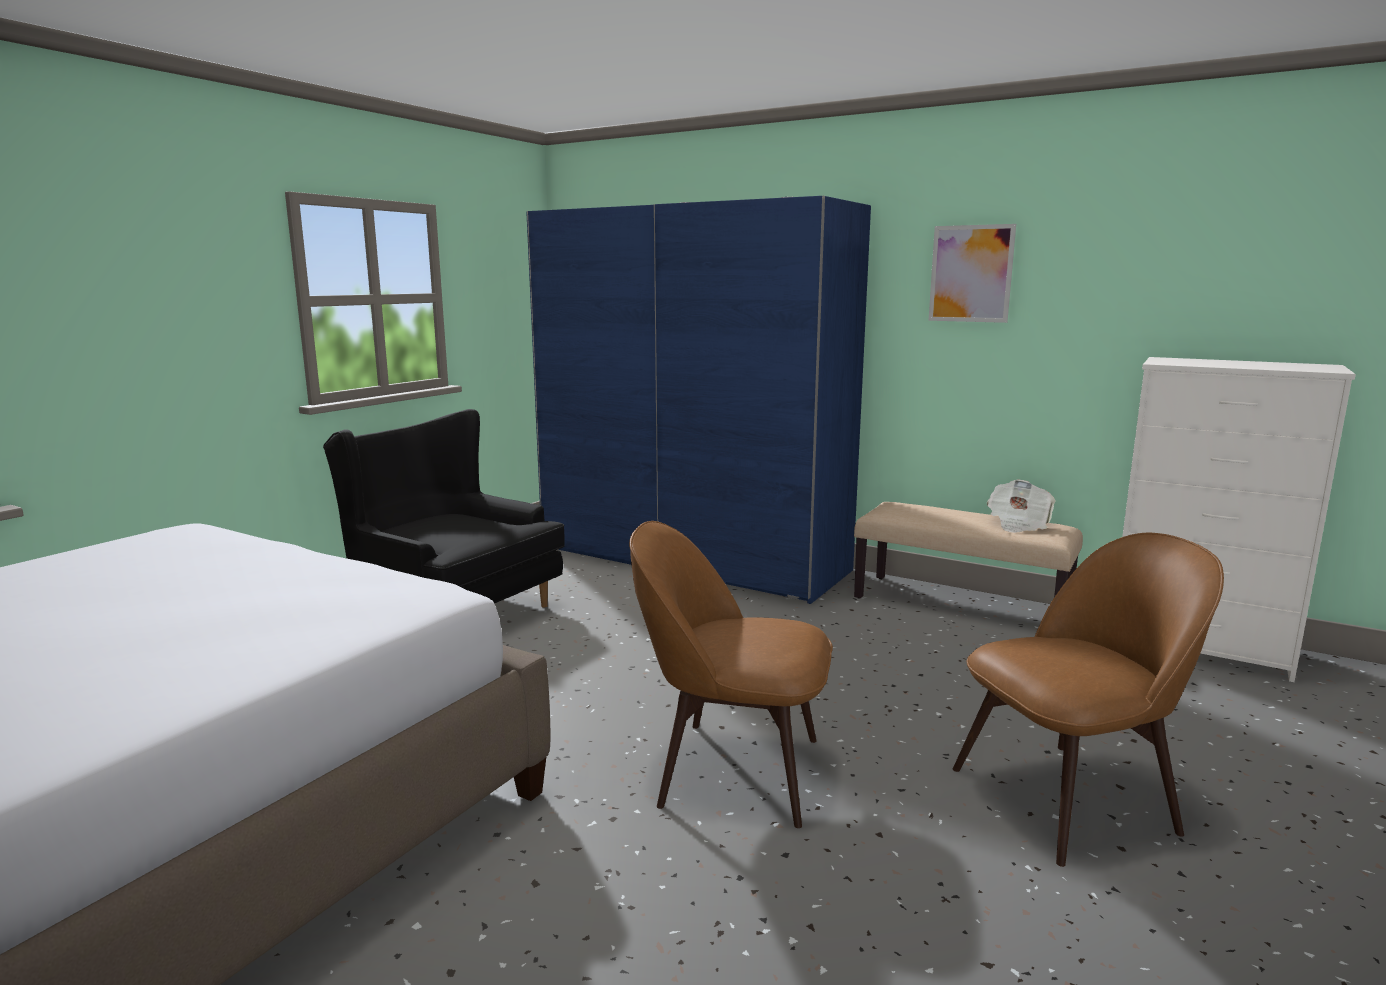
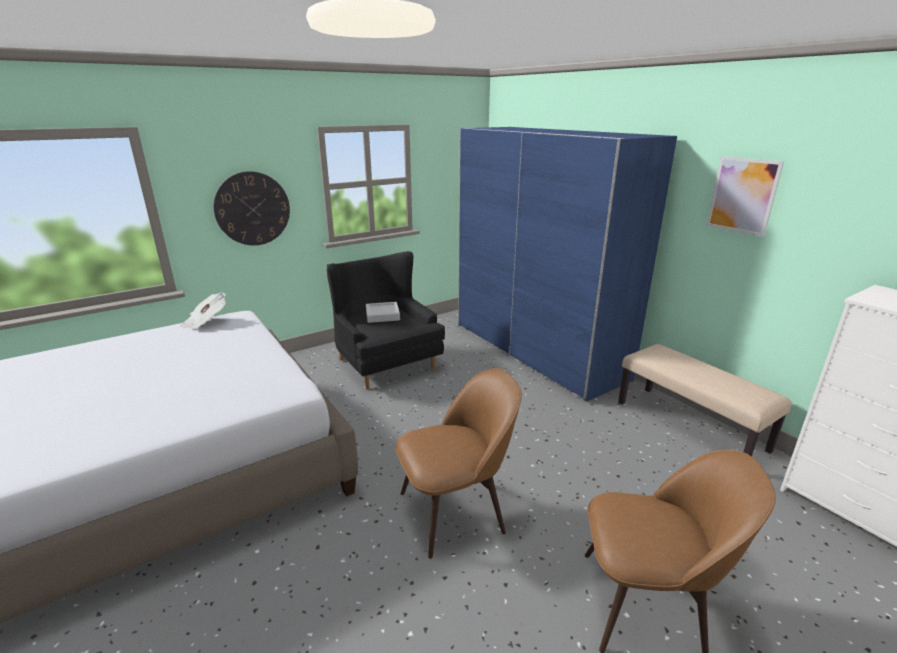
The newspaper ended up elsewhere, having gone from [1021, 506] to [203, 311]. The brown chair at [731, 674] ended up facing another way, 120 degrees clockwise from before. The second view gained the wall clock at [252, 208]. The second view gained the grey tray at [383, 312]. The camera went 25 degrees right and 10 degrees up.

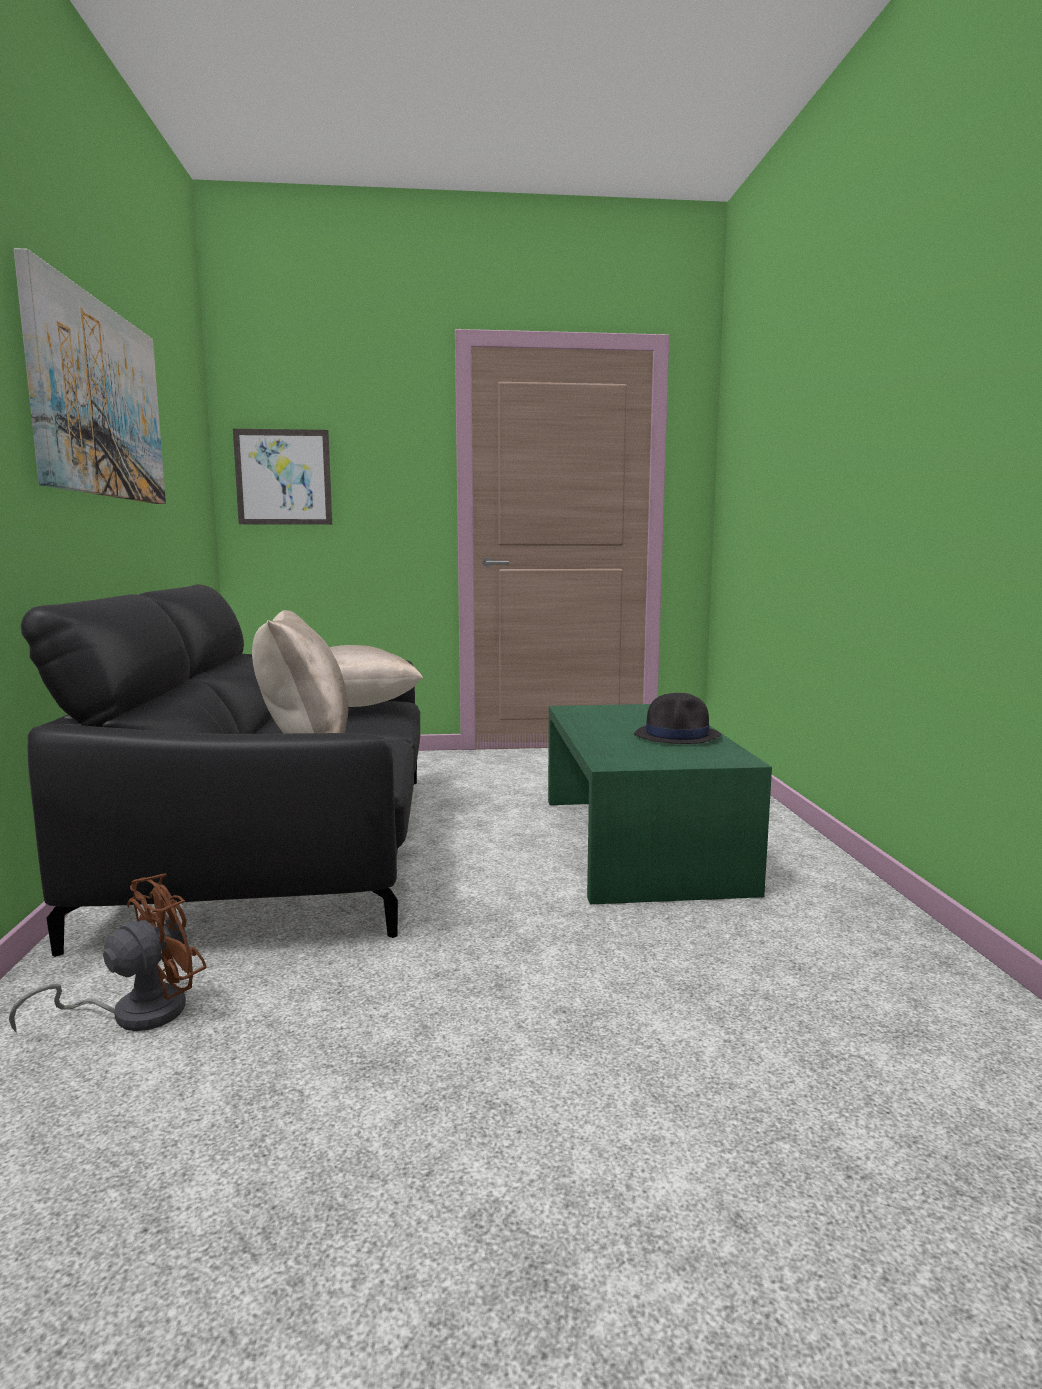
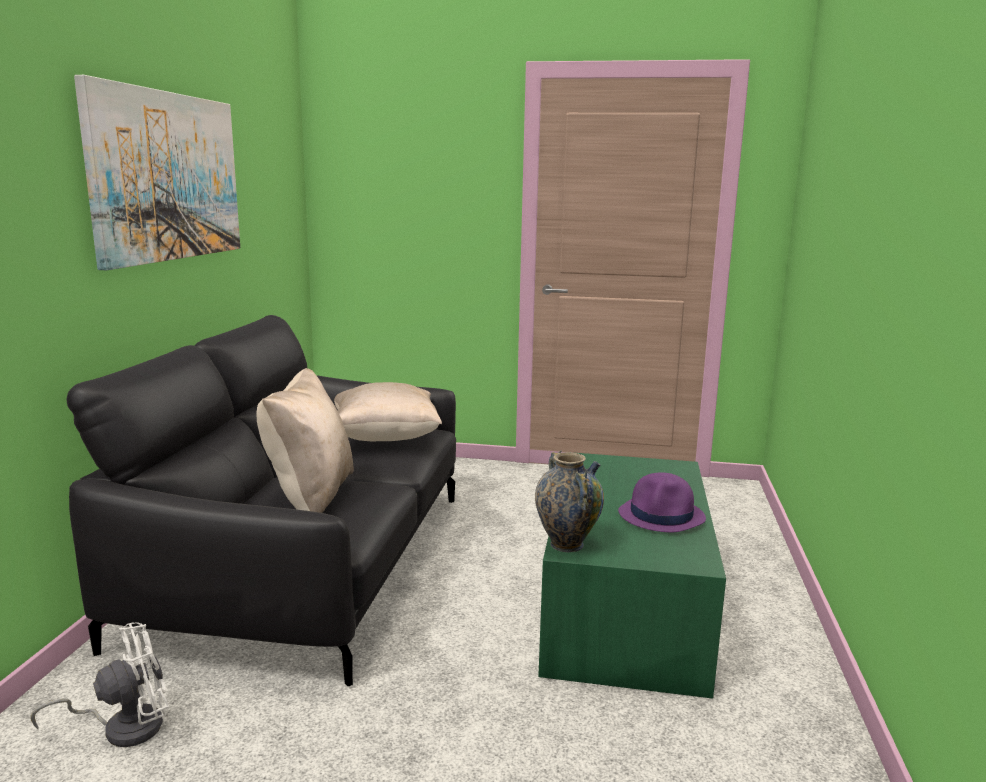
The second view lost the picture at [282, 477]. What was the black hat at [678, 718] turned into the purple hat at [662, 502]. What was the brown fan at [108, 953] turned into the white fan at [100, 684]. The second view gained the vase at [569, 501]. The camera went 15 degrees right and 5 degrees up.

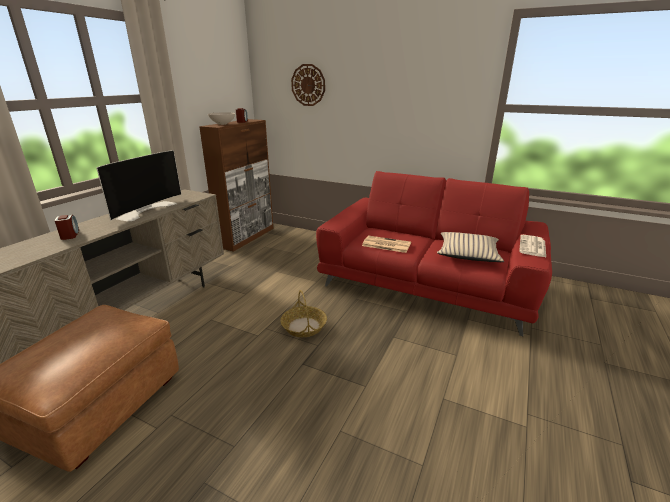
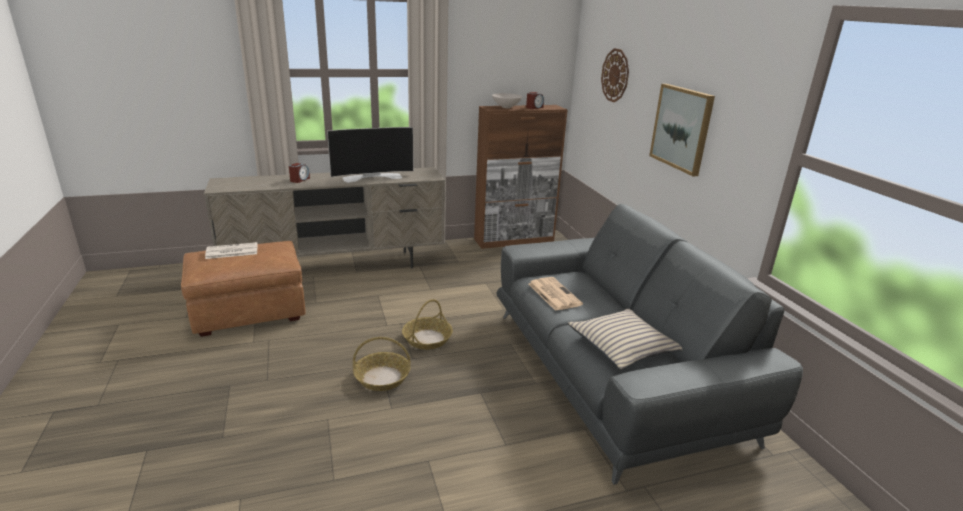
What was the red sofa at [434, 253] turned into the grey sofa at [649, 344]. The newspaper ended up elsewhere, having gone from [532, 246] to [231, 250]. The second view gained the picture at [682, 130]. The second view gained the basket at [381, 364]. The camera went 45 degrees right and 0 degrees up.

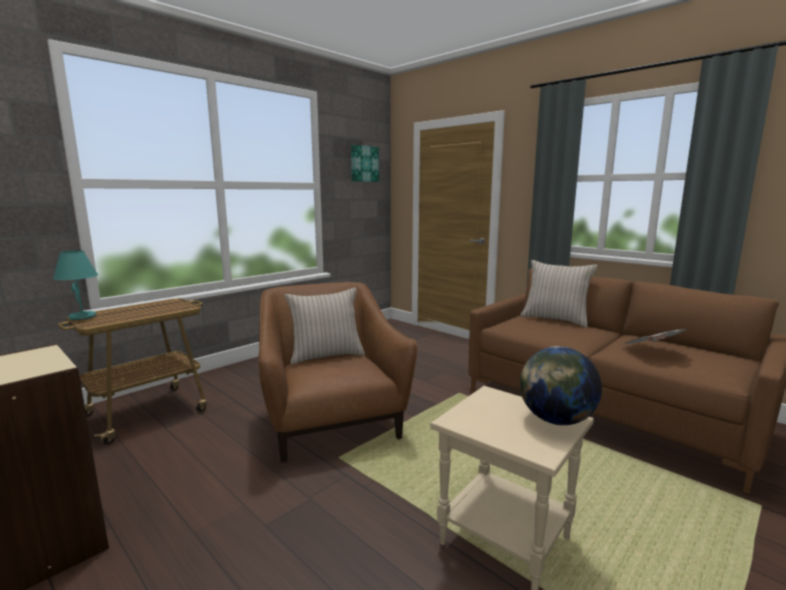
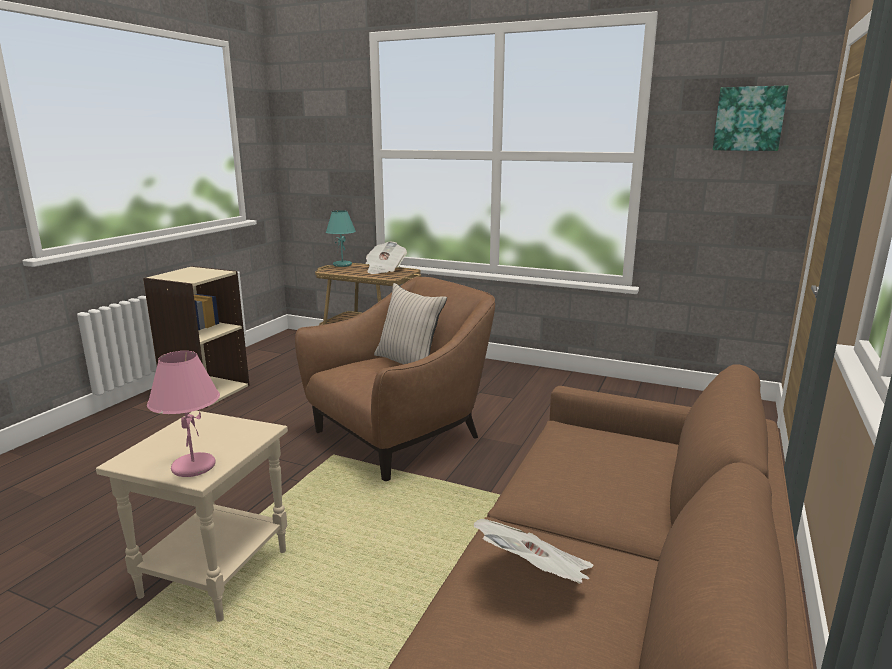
The second view lost the beige pillow at [559, 294]. Where the globe stood at [561, 385], the pink table lamp came to stand at [183, 414]. The second view gained the newspaper at [386, 257]. The camera went 70 degrees right and 5 degrees up.

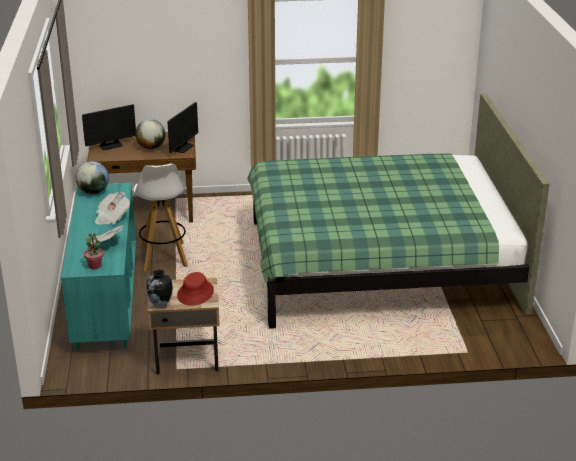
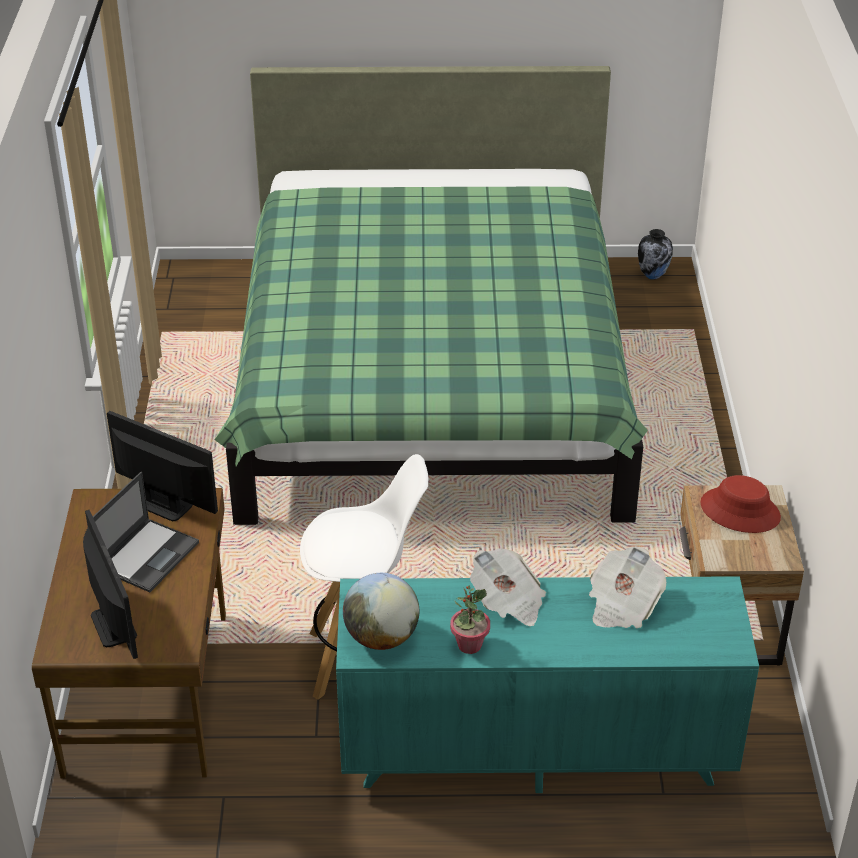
Where the globe stood at [150, 134], the laptop came to stand at [146, 532]. The potted plant ended up elsewhere, having gone from [94, 251] to [470, 619]. The vase ended up elsewhere, having gone from [159, 289] to [655, 254]. The camera went 85 degrees left and 10 degrees up.

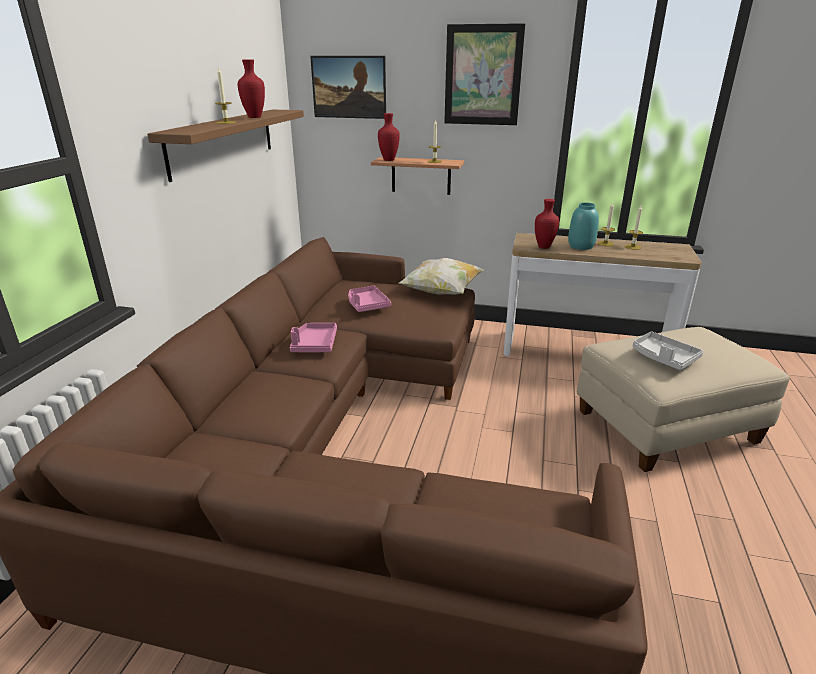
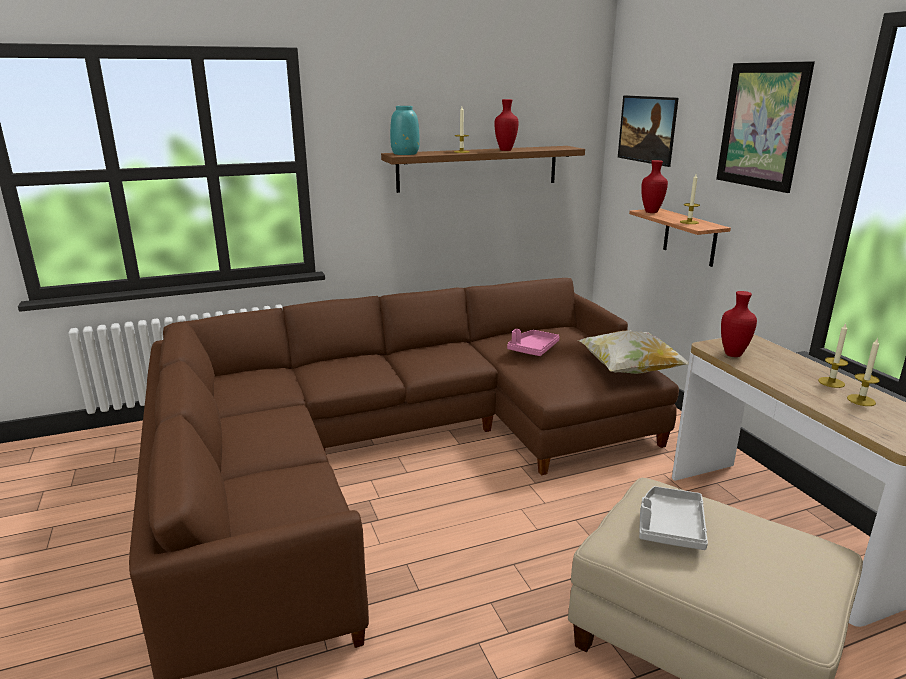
The turquoise vase ended up elsewhere, having gone from [583, 226] to [405, 130]. The second view lost the pink tray at [313, 338]. The camera went 55 degrees right and 5 degrees down.

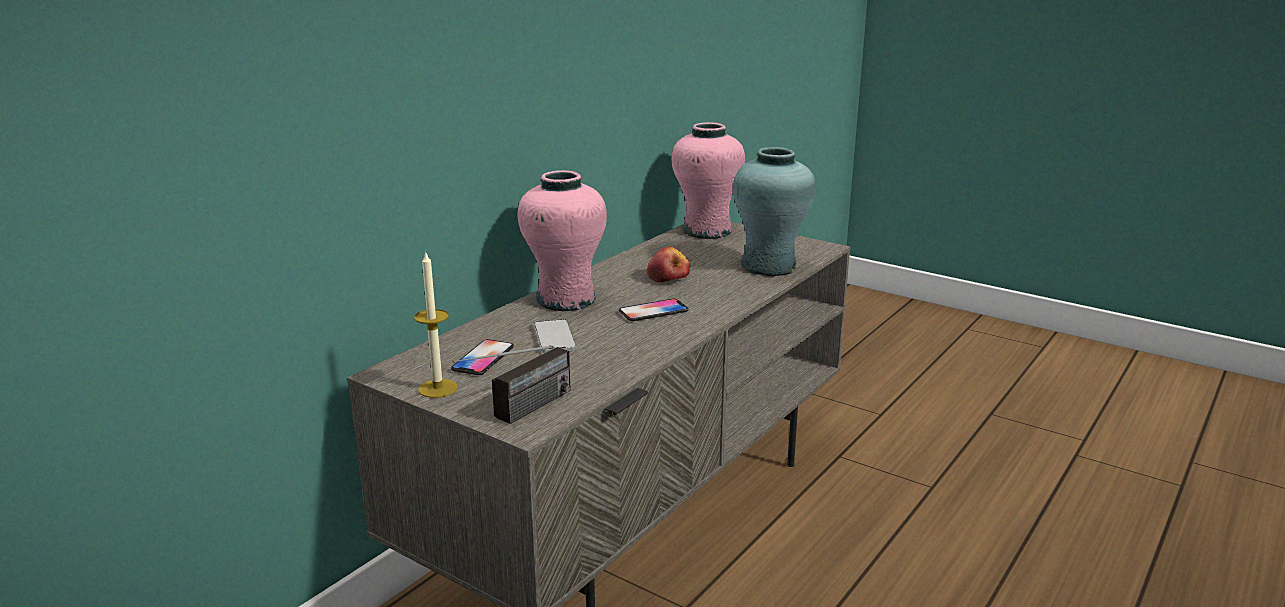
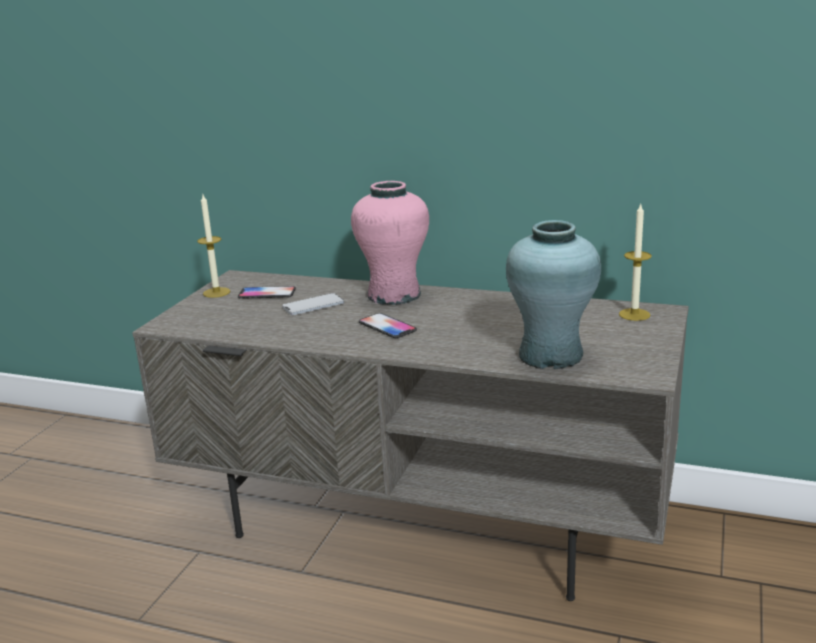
Where the pink vase stood at [708, 180], the candle came to stand at [635, 262]. The second view lost the apple at [668, 265]. The second view lost the radio at [511, 384]. The camera went 75 degrees right and 0 degrees up.

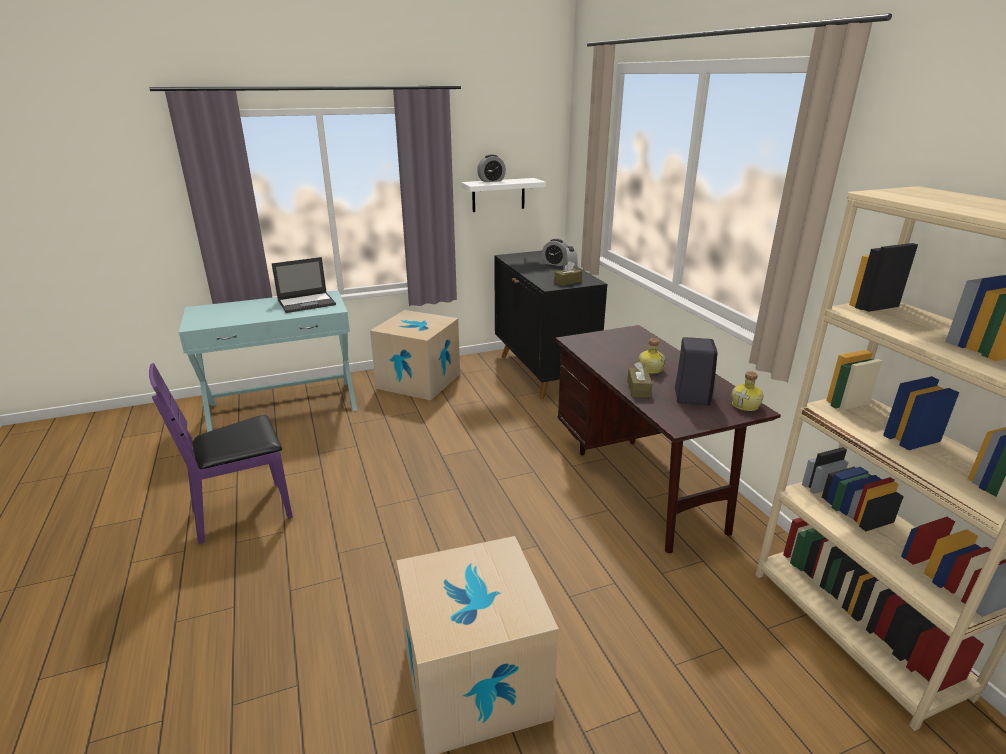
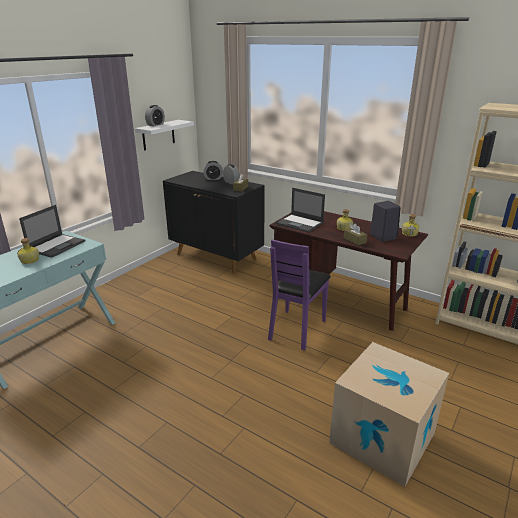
The second view lost the cardboard box at [415, 355]. The purple chair ended up elsewhere, having gone from [221, 453] to [299, 294]. The second view gained the laptop at [300, 210]. The second view gained the bottle at [28, 251]. The camera went 35 degrees left and 0 degrees up.

